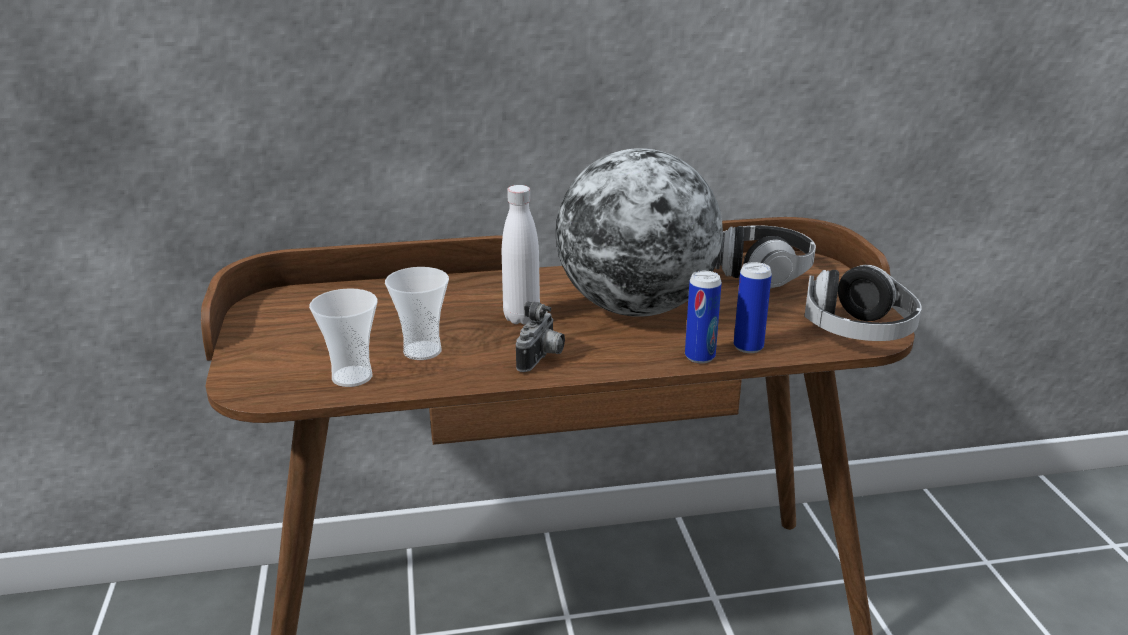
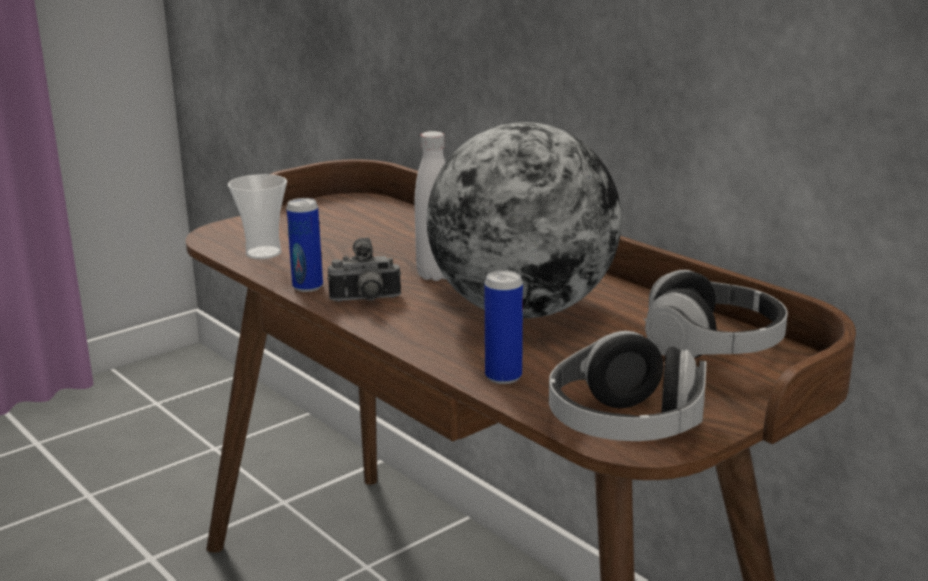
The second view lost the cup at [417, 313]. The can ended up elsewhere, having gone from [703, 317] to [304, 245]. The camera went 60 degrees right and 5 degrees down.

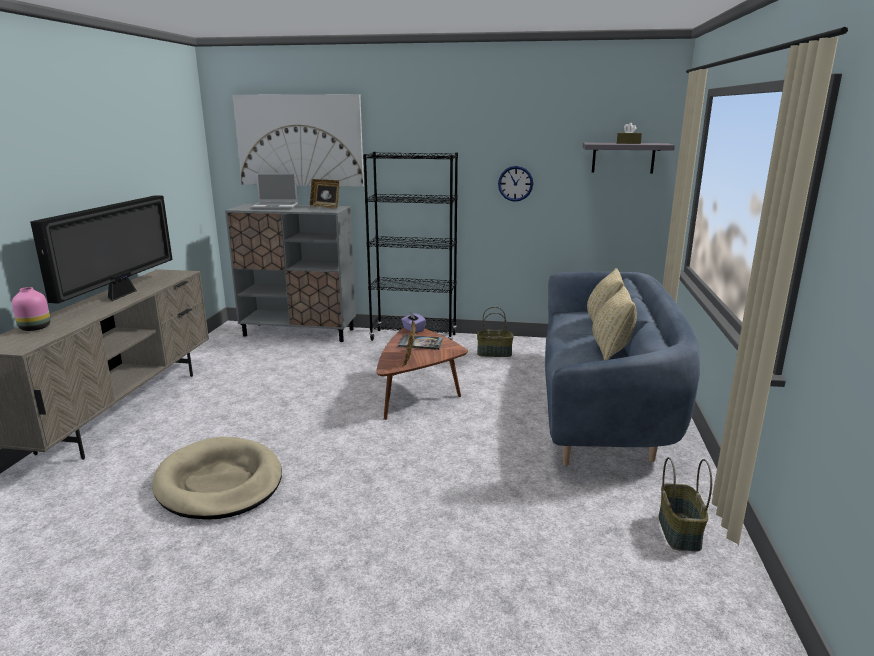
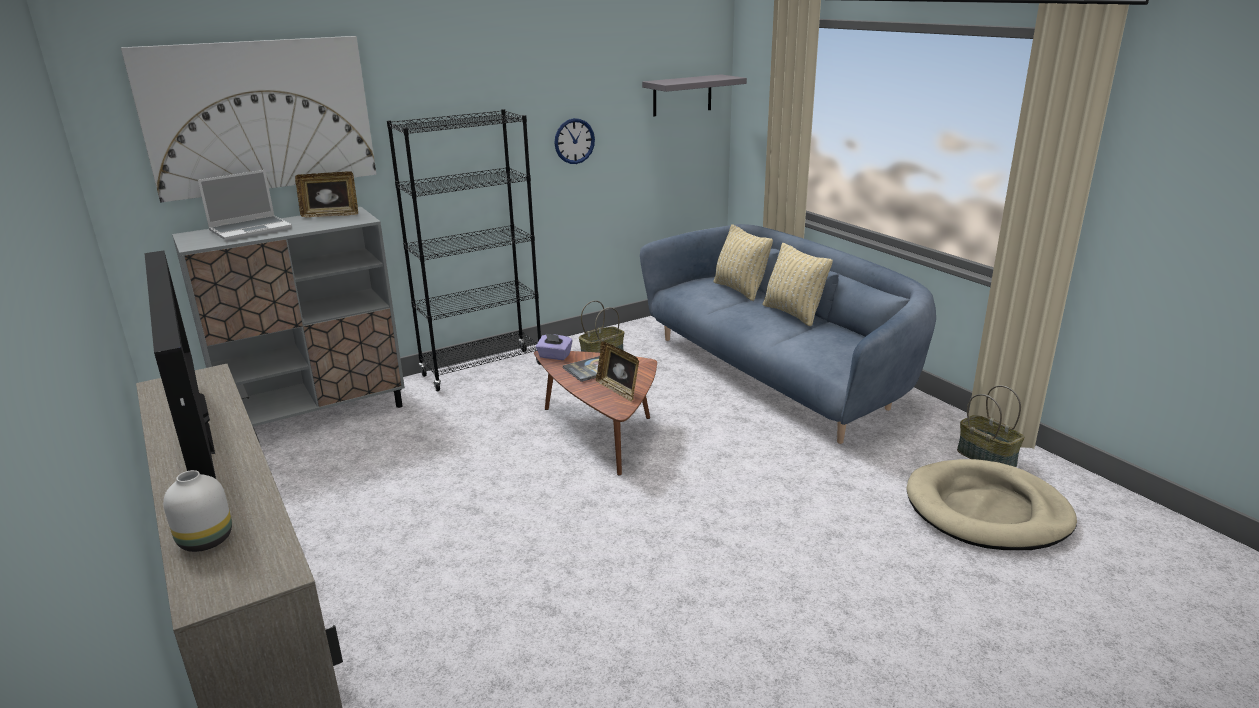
The second view lost the brown tissue box at [629, 133]. What was the pink vase at [31, 309] turned into the white vase at [197, 511]. The beige dog bed ended up elsewhere, having gone from [217, 478] to [992, 504]. The camera went 40 degrees left and 5 degrees up.

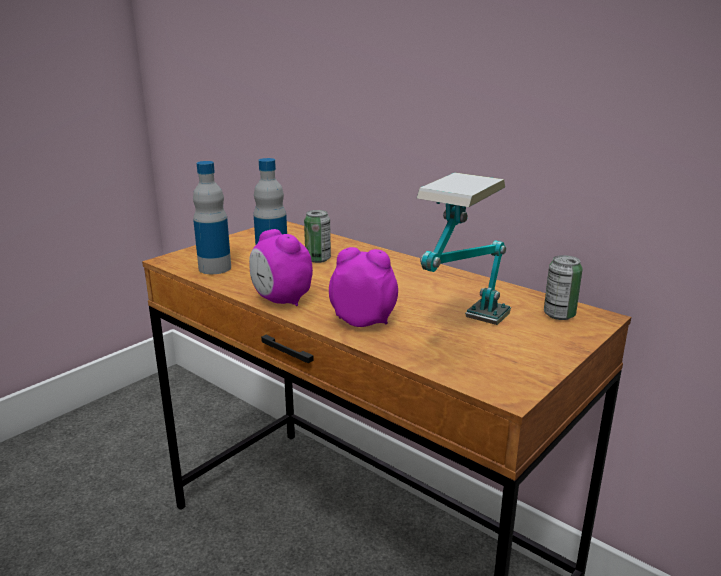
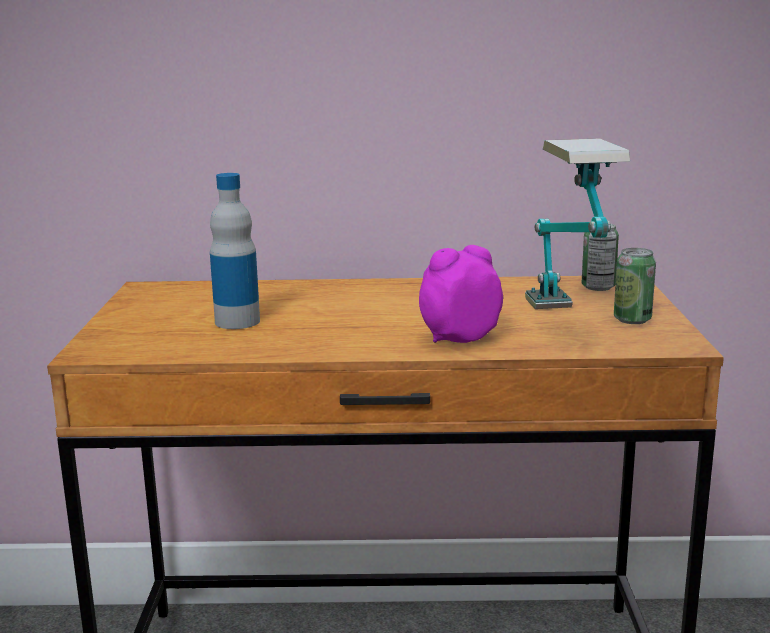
The second view lost the bottle at [212, 217]. The can ended up elsewhere, having gone from [317, 236] to [635, 286]. The second view lost the alarm clock at [281, 267]. The camera went 40 degrees left and 5 degrees down.

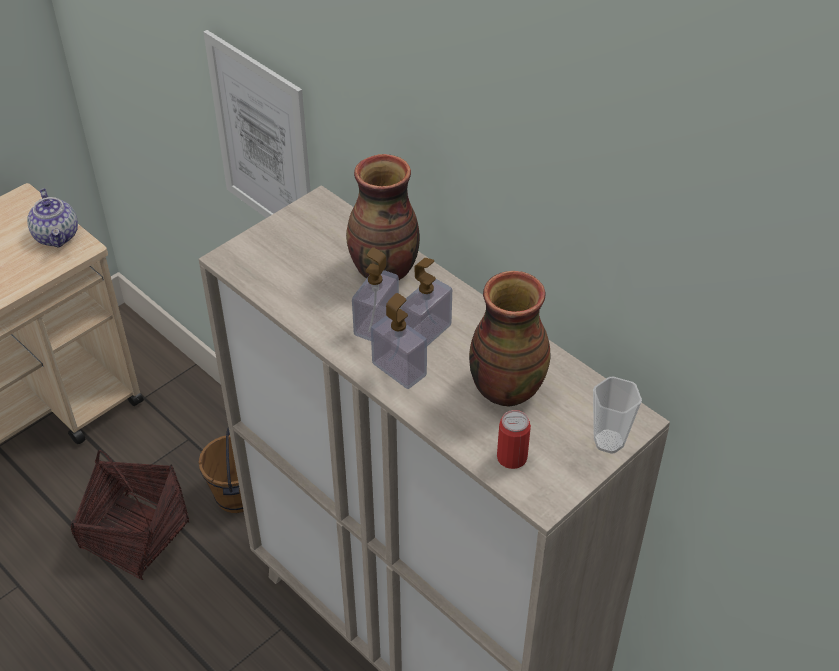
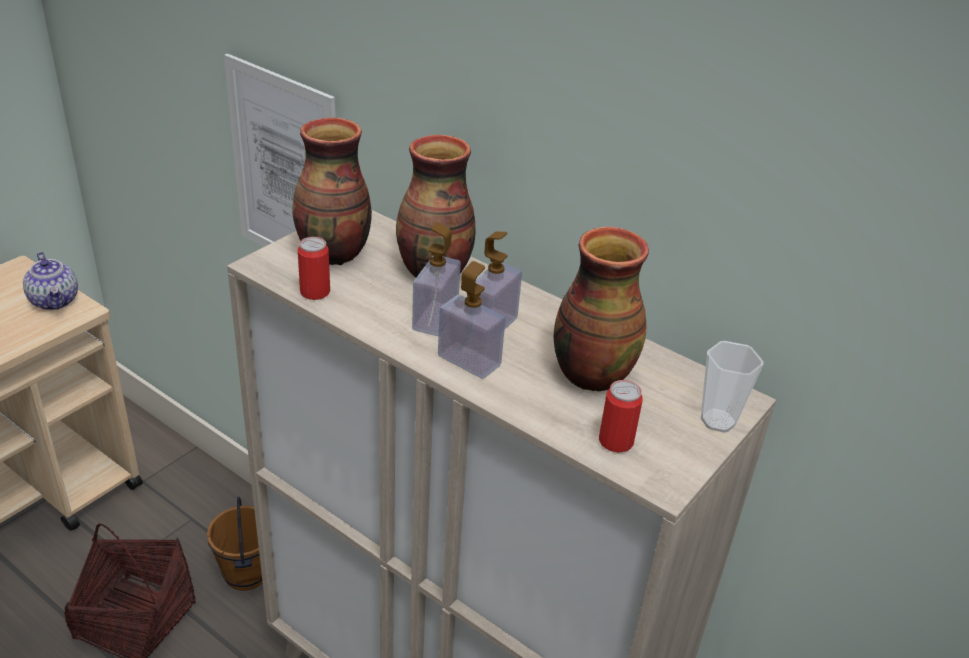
The second view gained the vase at [332, 191]. The second view gained the can at [314, 268]. The camera went 10 degrees left and 10 degrees down.

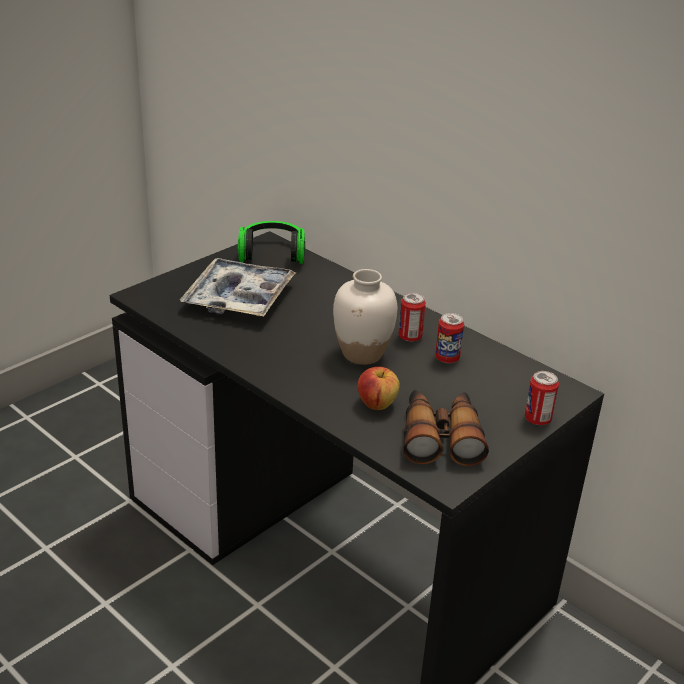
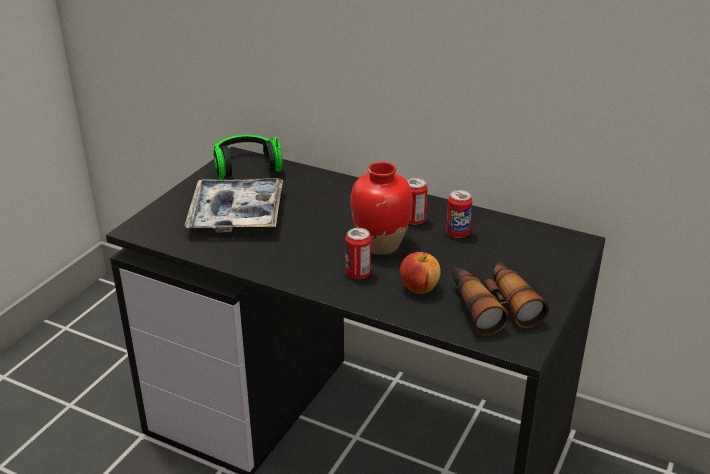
What was the white vase at [365, 317] turned into the red vase at [381, 208]. The can ended up elsewhere, having gone from [542, 398] to [358, 253]. The camera went 15 degrees left and 0 degrees up.

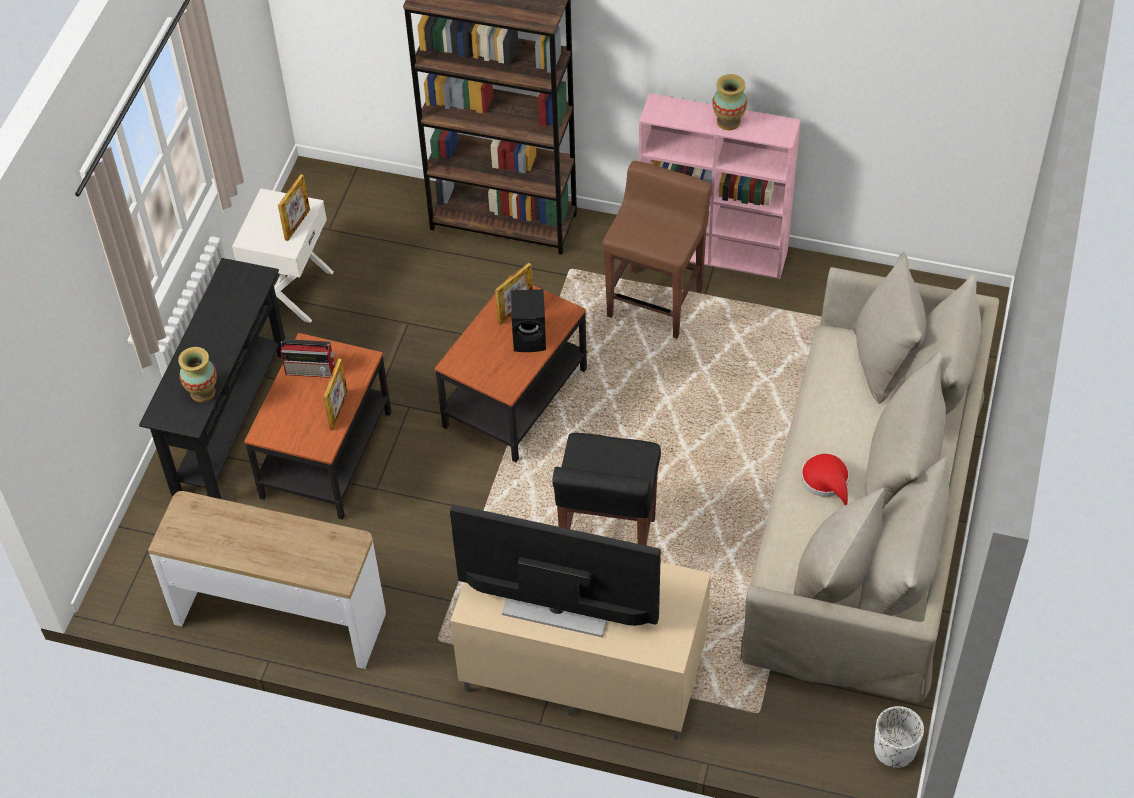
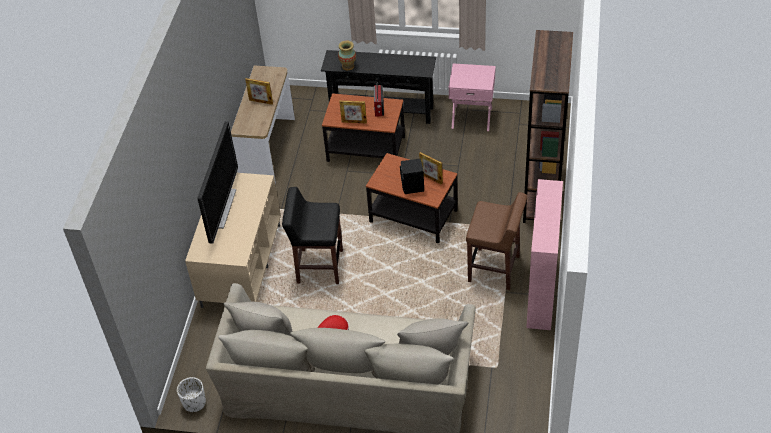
The second view lost the vase at [730, 102]. The picture frame ended up elsewhere, having gone from [294, 207] to [259, 91]. What was the white nightstand at [283, 256] turned into the pink nightstand at [472, 97]. The camera went 85 degrees right and 5 degrees down.

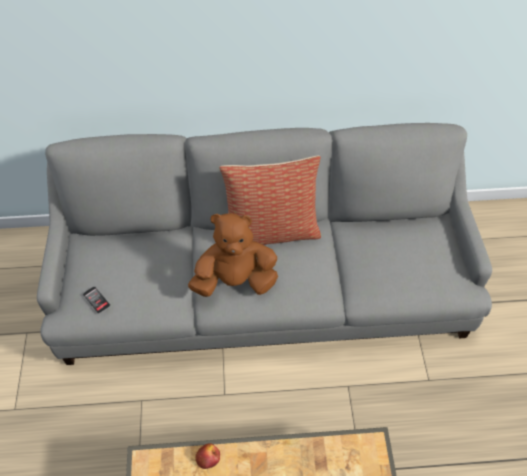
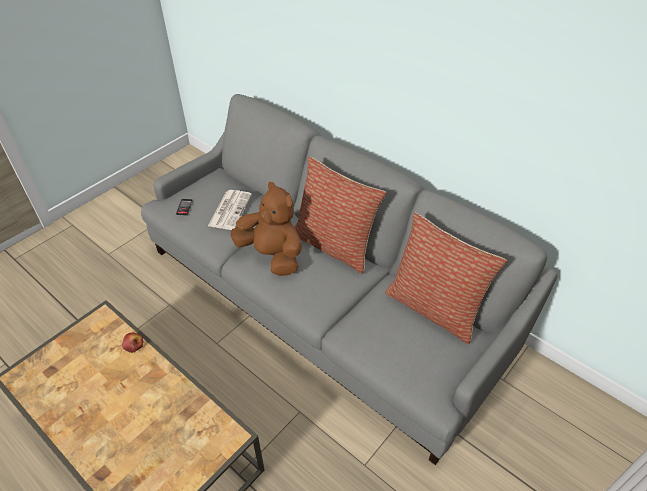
The second view gained the newspaper at [230, 210]. The second view gained the pillow at [446, 278]. The camera went 45 degrees right and 10 degrees down.

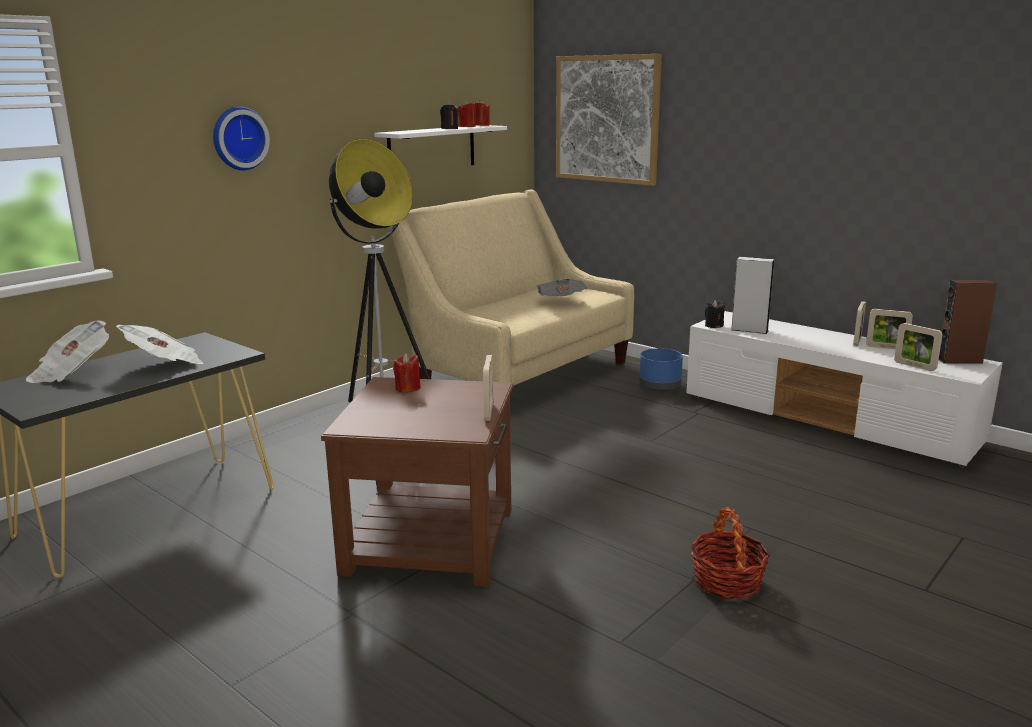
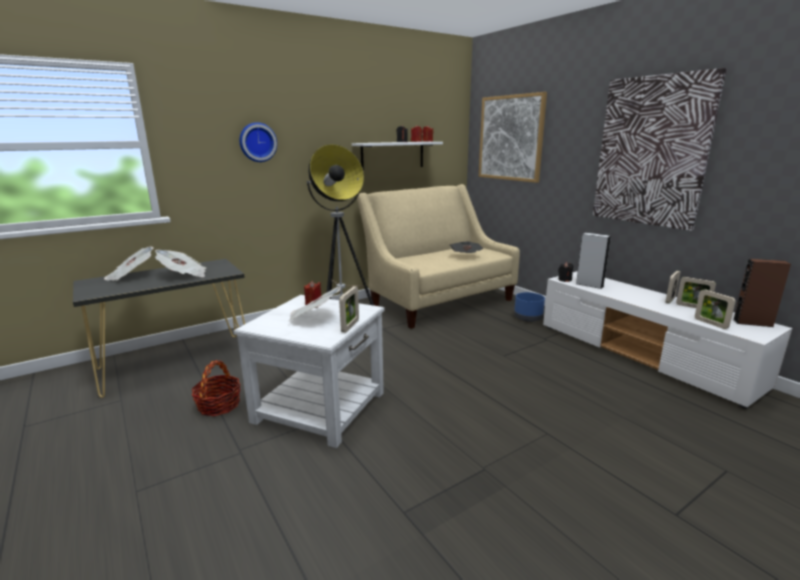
What was the brown side table at [417, 482] turned into the white side table at [309, 371]. The basket ended up elsewhere, having gone from [730, 553] to [216, 388]. The second view gained the picture at [659, 149]. The second view gained the newspaper at [315, 304]. The camera went 15 degrees right and 0 degrees up.

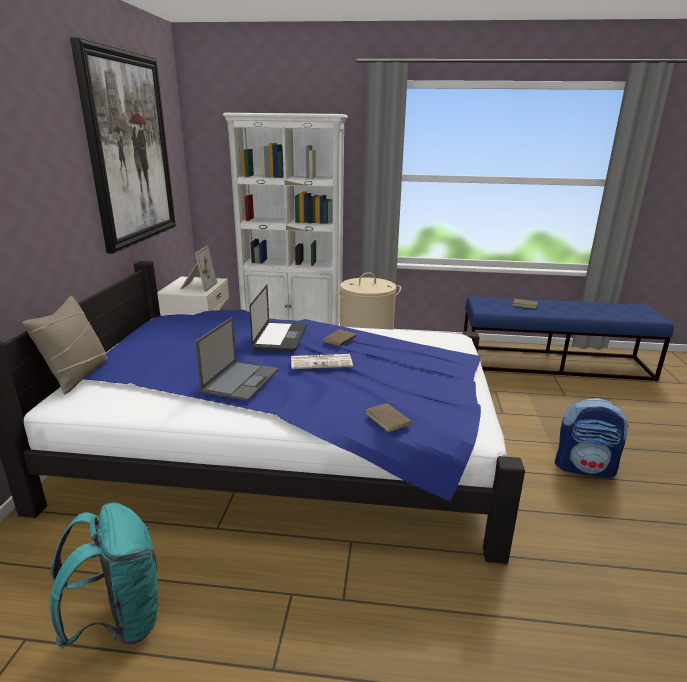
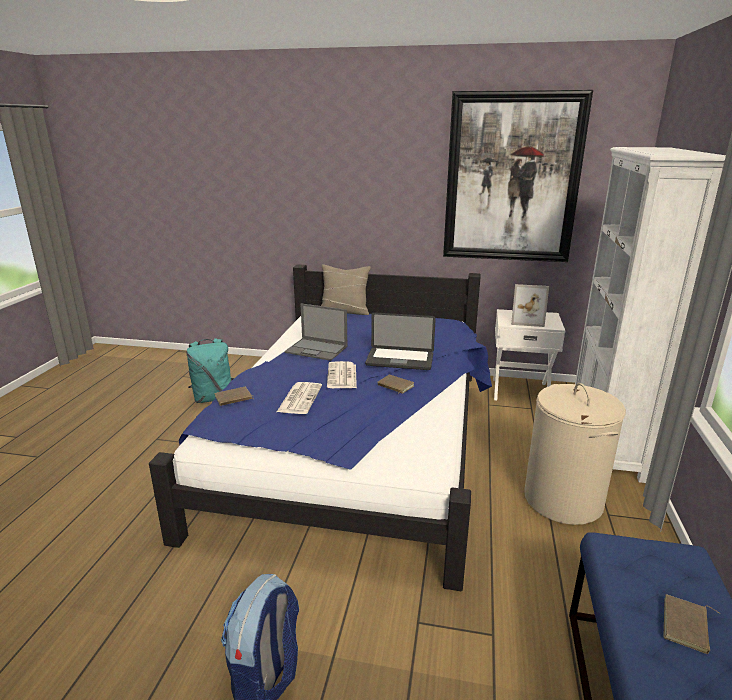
The second view gained the newspaper at [299, 398]. The camera went 95 degrees right and 0 degrees up.

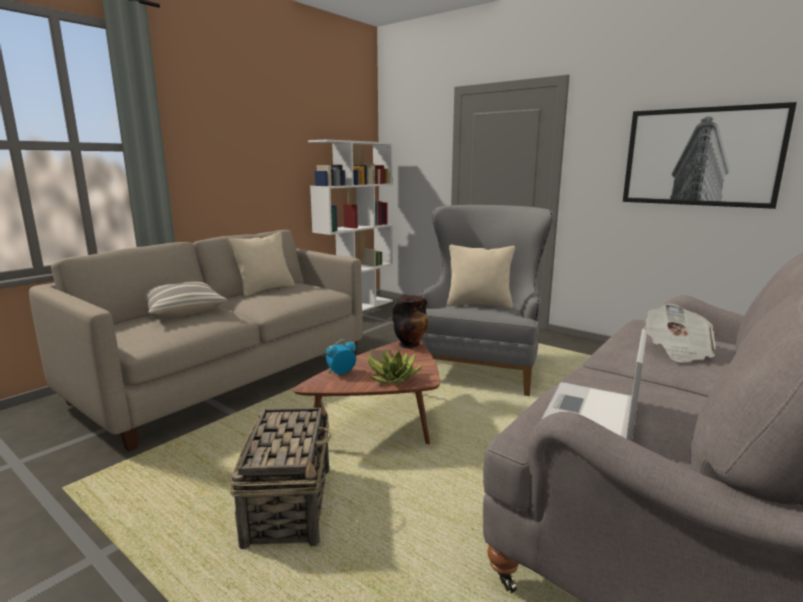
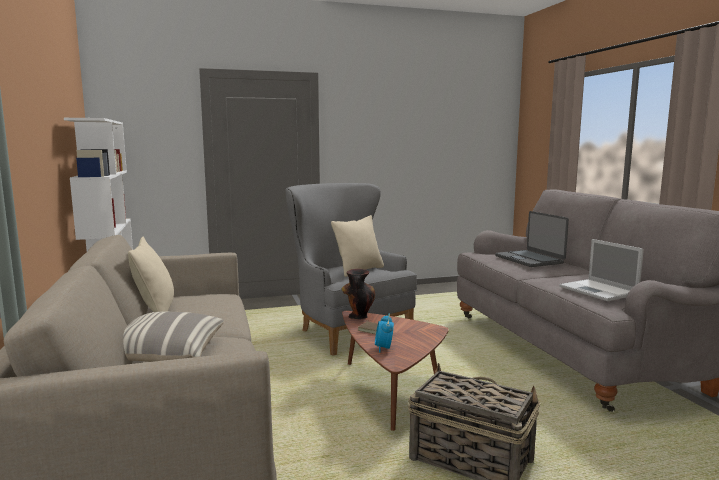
The second view lost the picture at [710, 155]. Where the newspaper stood at [679, 333], the laptop came to stand at [532, 239]. The second view lost the potted plant at [395, 367]. The camera went 55 degrees left and 5 degrees down.

